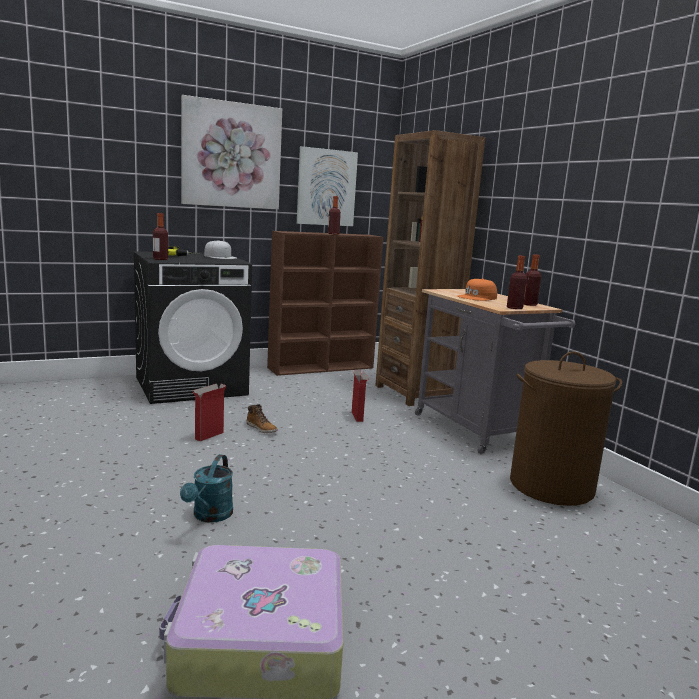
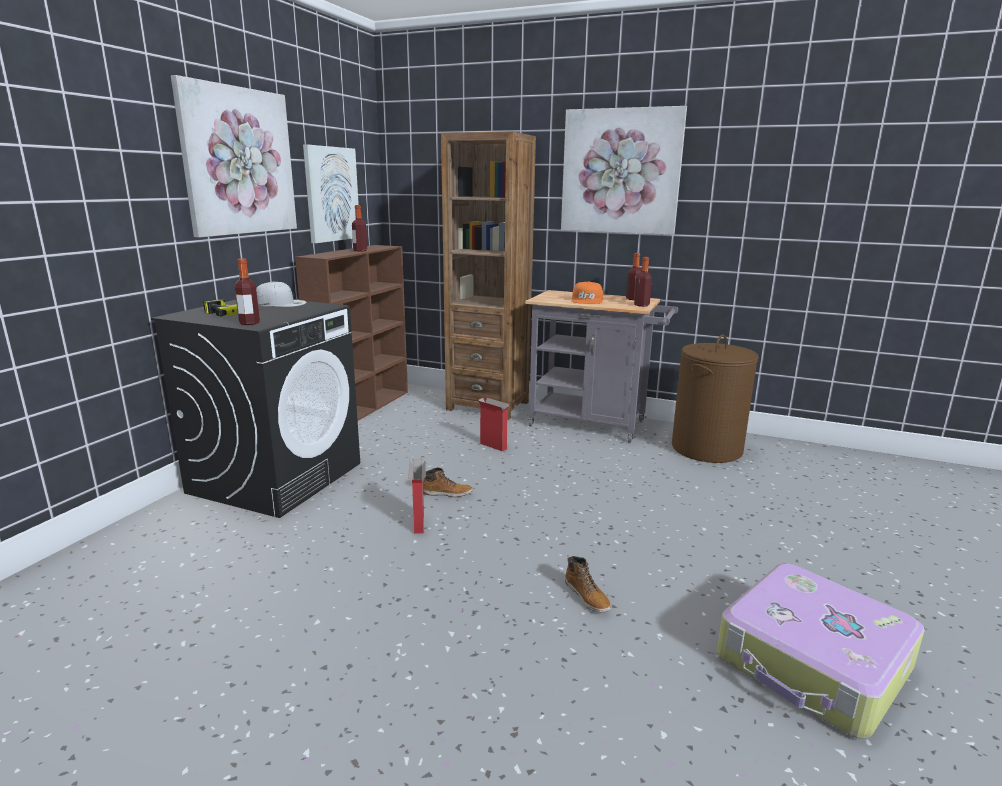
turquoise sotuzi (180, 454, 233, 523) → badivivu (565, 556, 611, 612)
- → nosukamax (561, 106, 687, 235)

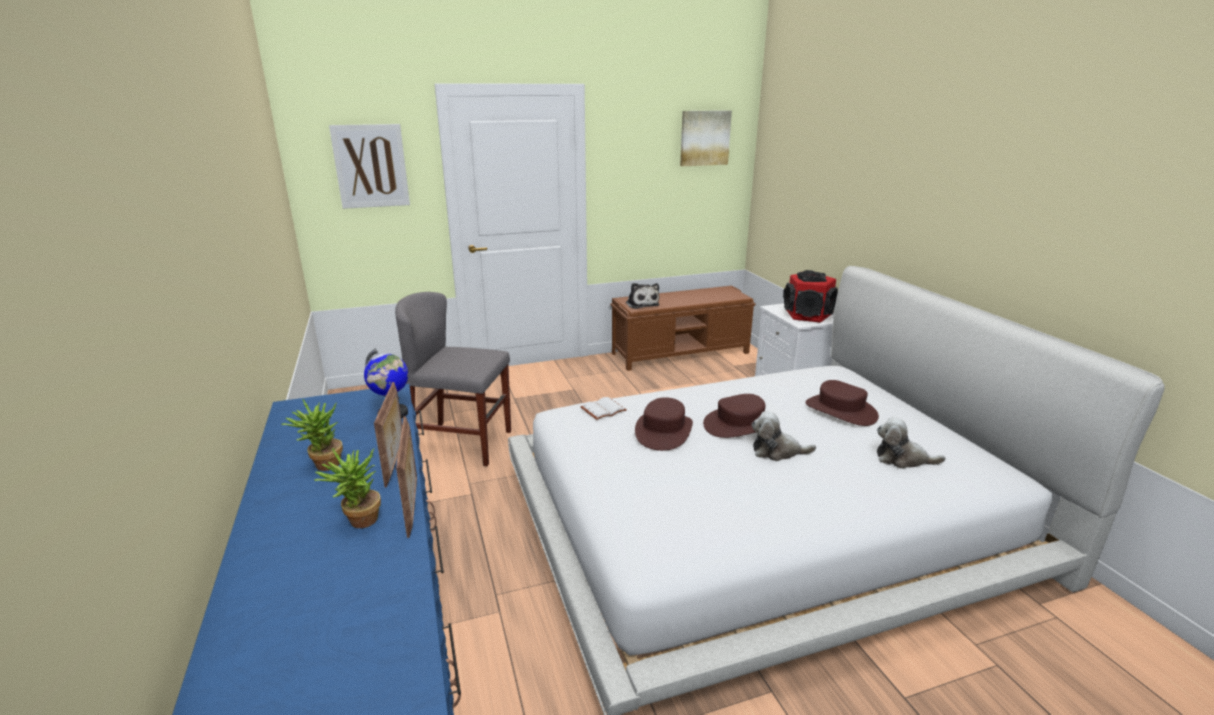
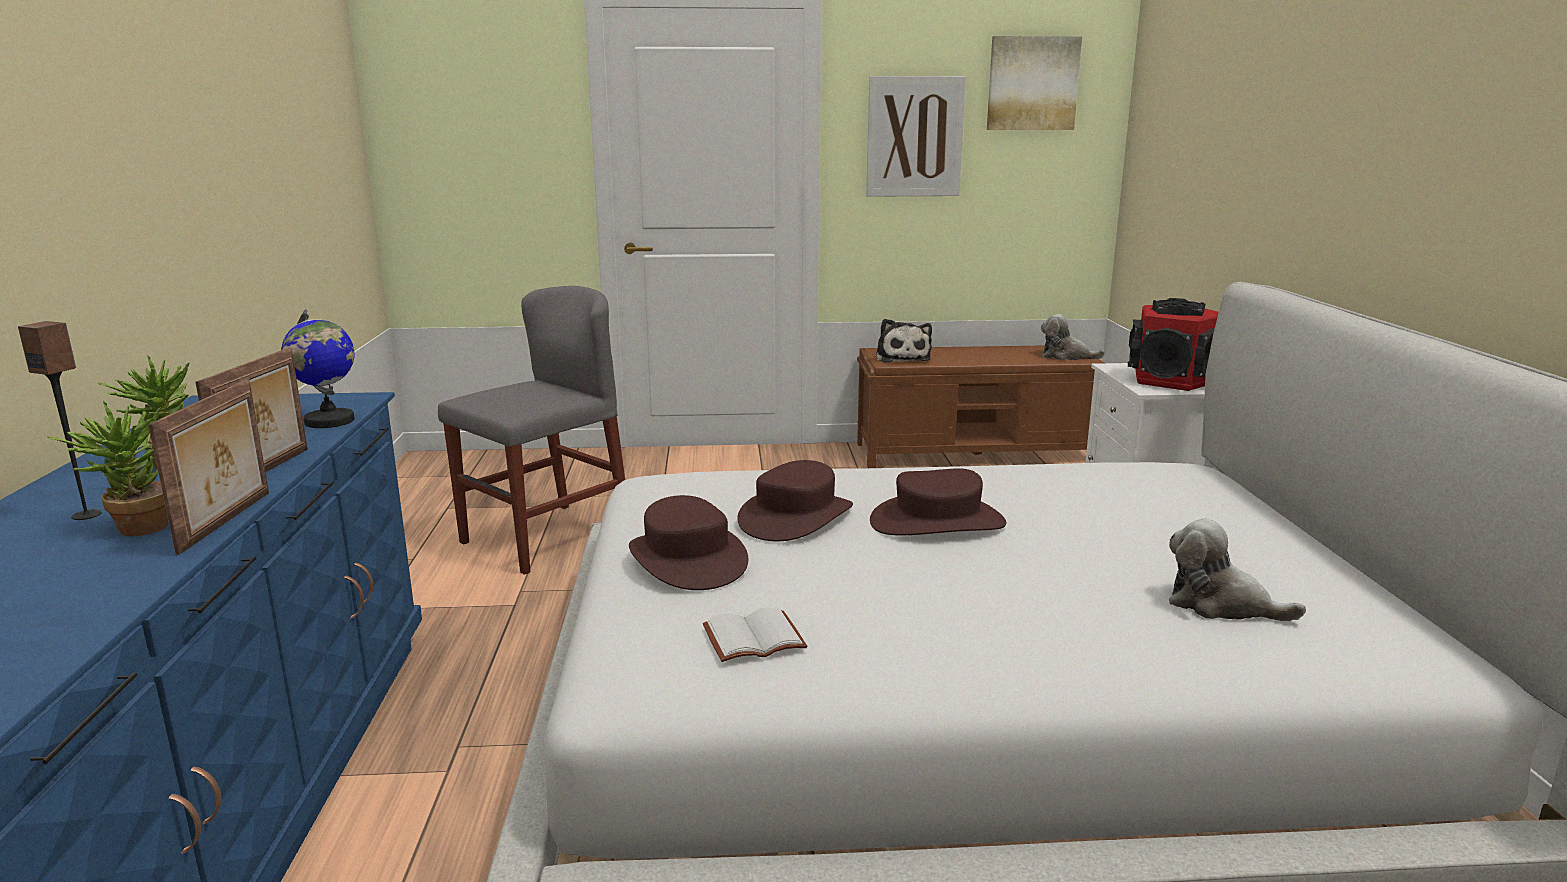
nosukamax (329, 124, 410, 209) → nosukamax (866, 76, 966, 197), move
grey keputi (395, 292, 511, 466) → grey keputi (438, 286, 625, 575), 105 degrees clockwise
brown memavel (805, 380, 879, 426) → brown memavel (629, 495, 748, 590), move
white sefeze (581, 397, 627, 420) → white sefeze (703, 607, 808, 662), move
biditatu (752, 411, 816, 461) → biditatu (1041, 314, 1105, 360), move
- → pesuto (18, 321, 102, 520)

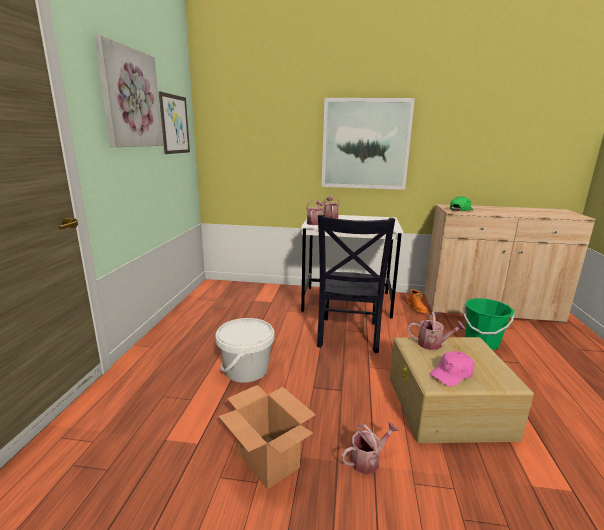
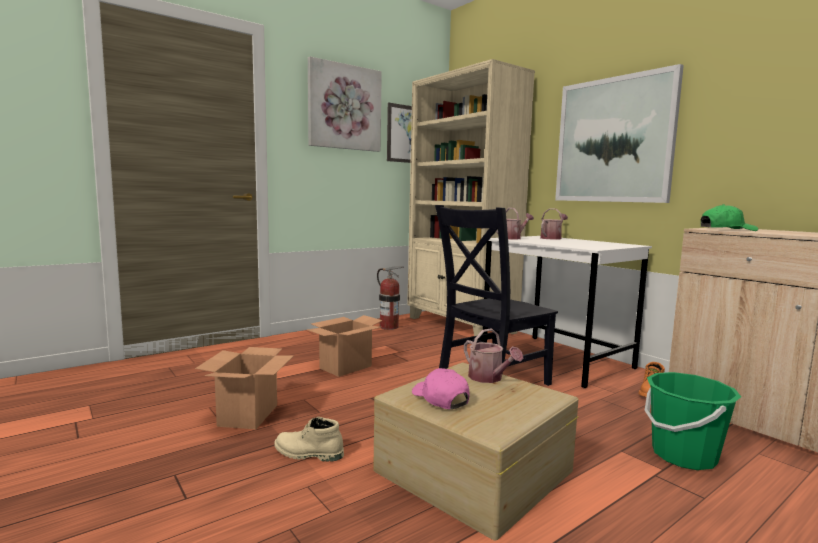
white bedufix (215, 318, 274, 383) → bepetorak (307, 315, 382, 377)
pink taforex (430, 351, 474, 387) → pink taforex (412, 368, 469, 409), 45 degrees clockwise
sotuzi (342, 422, 399, 474) → beige badivivu (274, 417, 344, 462)
- → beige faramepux (407, 59, 535, 336)
- → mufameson (377, 267, 404, 330)

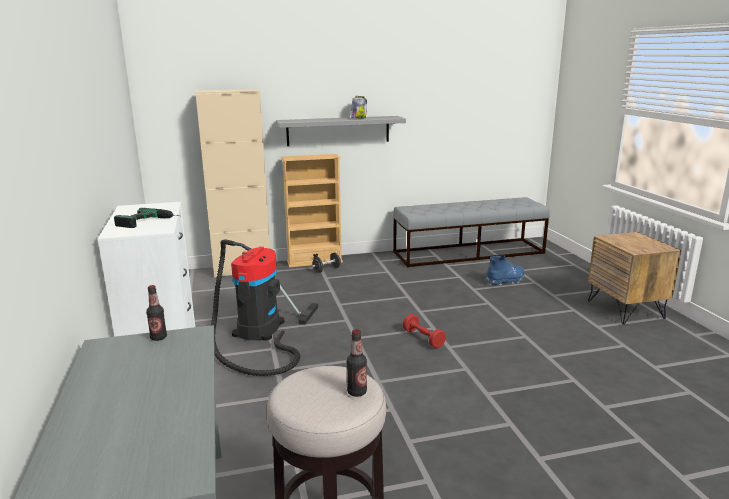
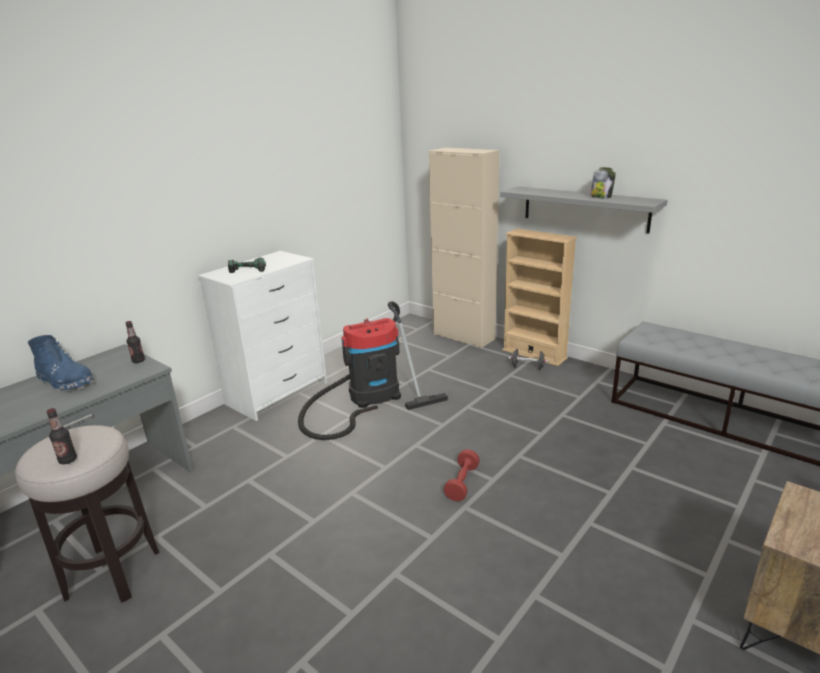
blue badivivu (486, 255, 525, 285) → blue badivivu (28, 335, 94, 392), move

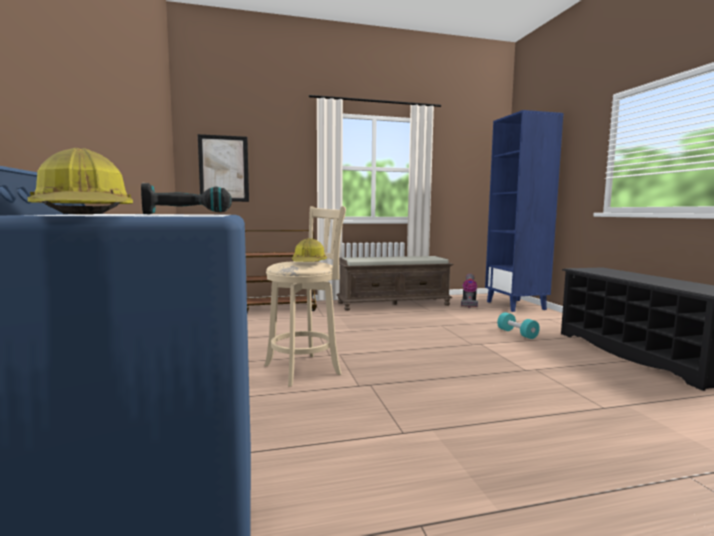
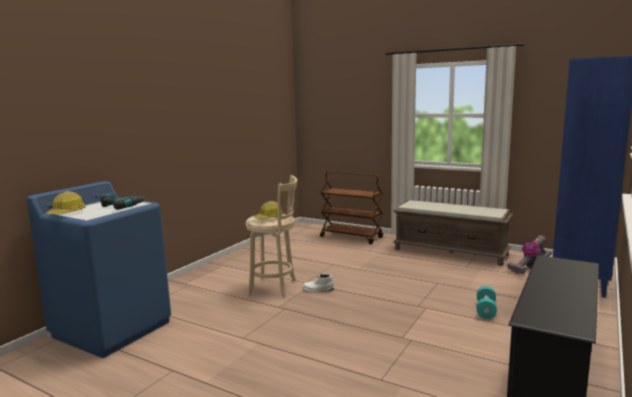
nosukamax (198, 134, 249, 202) → -
- → white badivivu (302, 274, 334, 292)

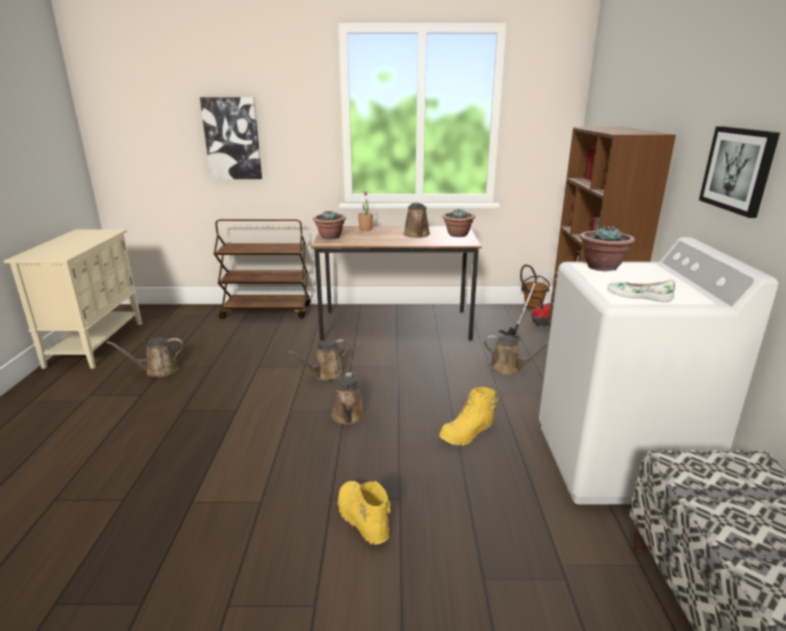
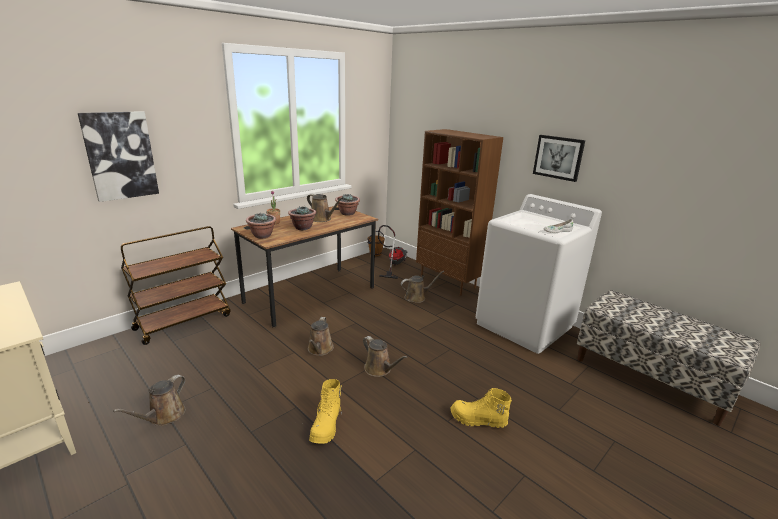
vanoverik (580, 225, 635, 271) → vanoverik (288, 206, 316, 230), move
yellow badivivu (439, 387, 498, 446) → yellow badivivu (309, 379, 342, 444), move

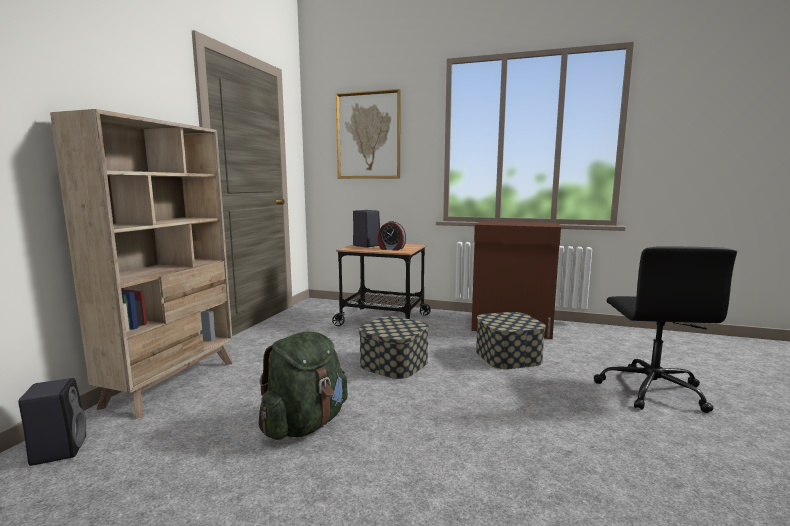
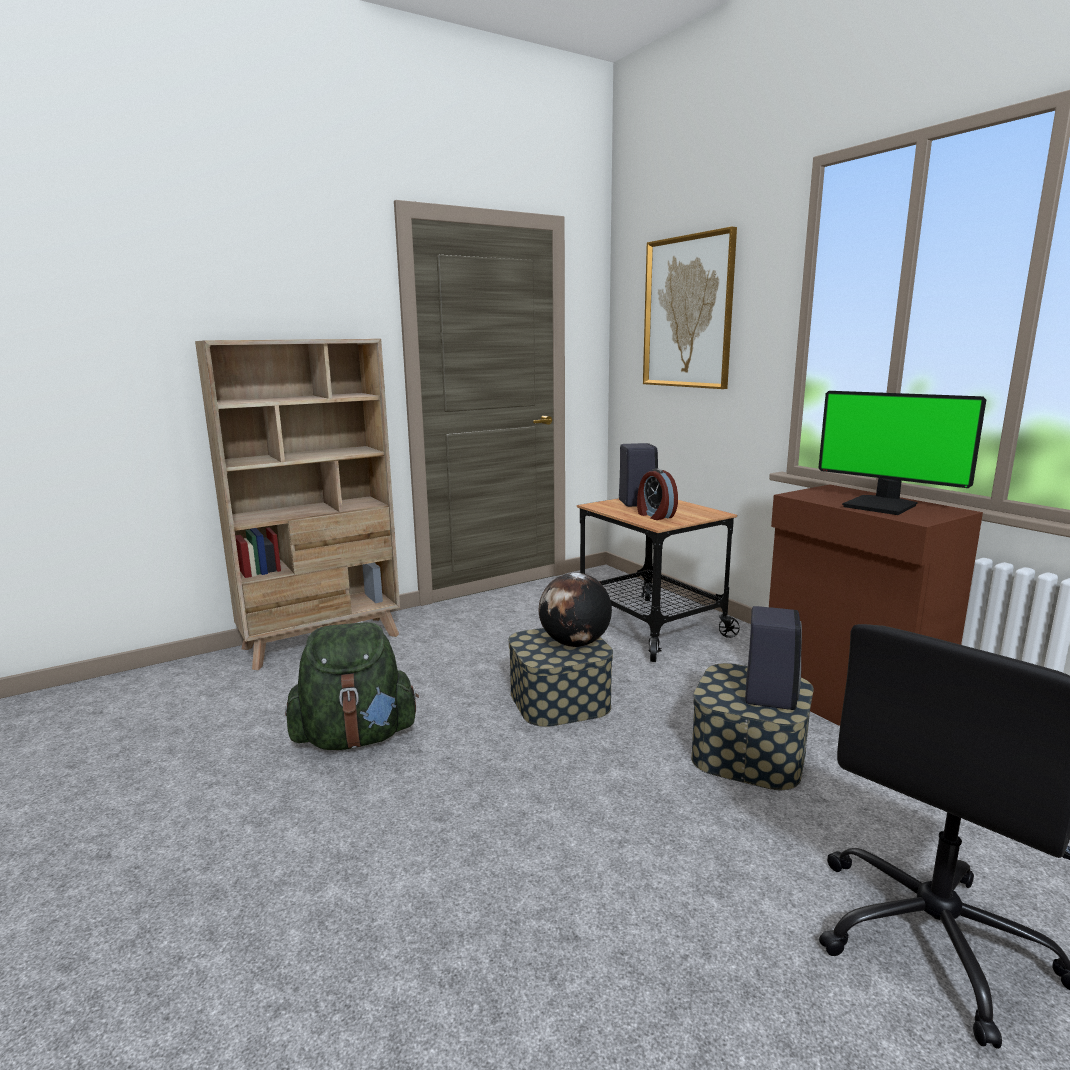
black pesuto (18, 378, 86, 466) → black pesuto (745, 606, 802, 710), move
- → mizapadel (818, 391, 986, 515)
- → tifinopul (539, 573, 612, 647)

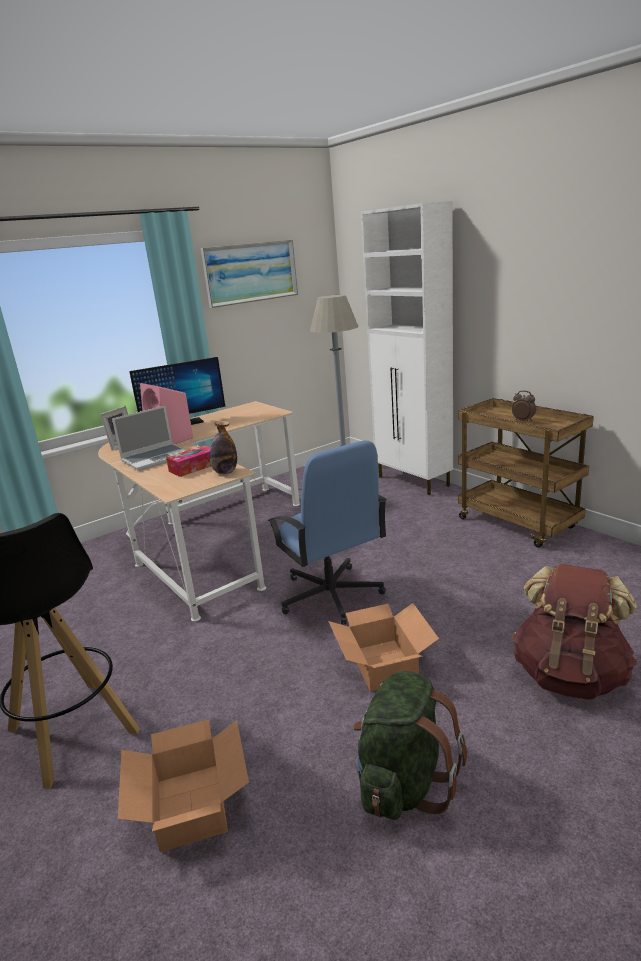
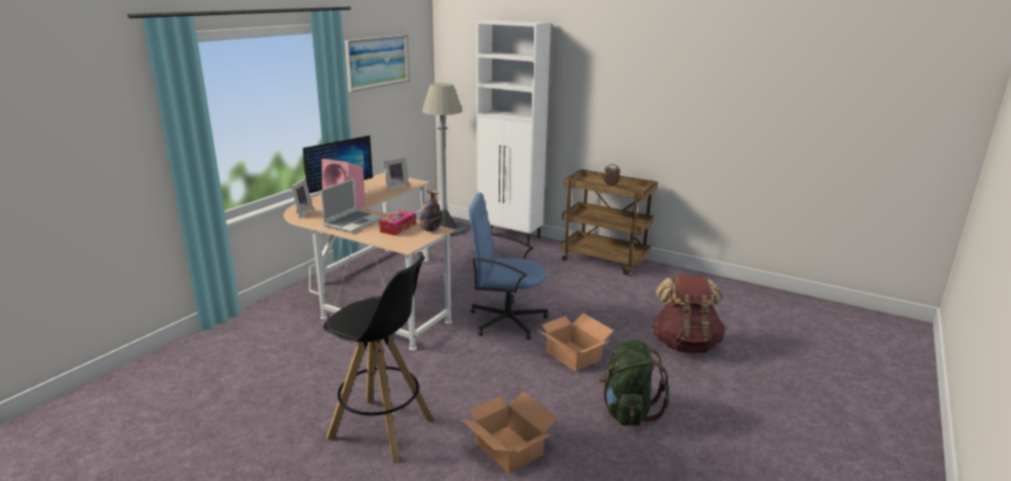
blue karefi (267, 440, 387, 625) → blue karefi (469, 193, 548, 340), 150 degrees clockwise
- → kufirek (384, 158, 409, 190)

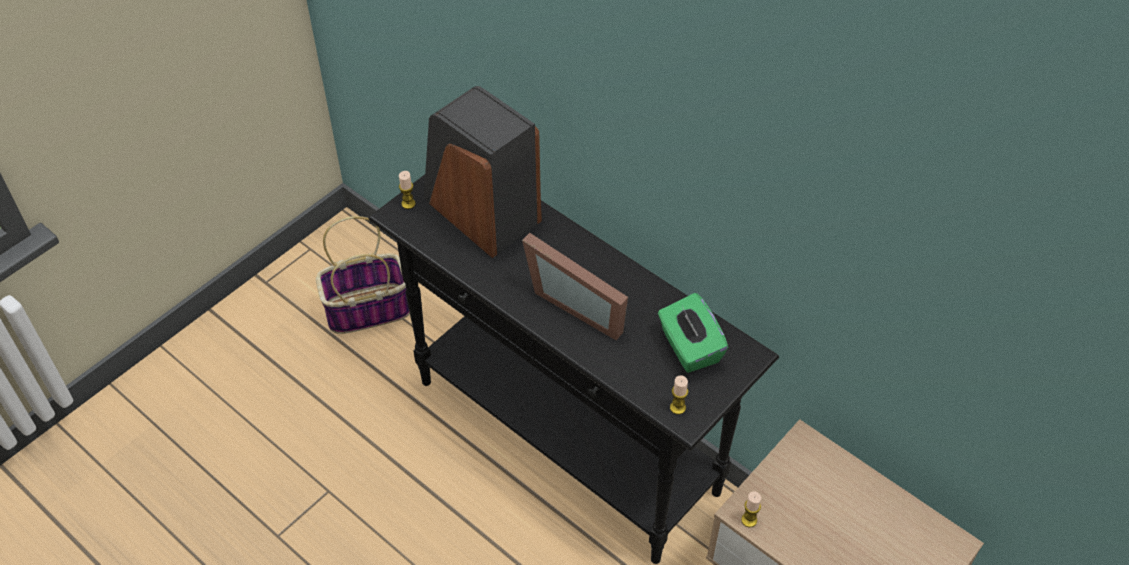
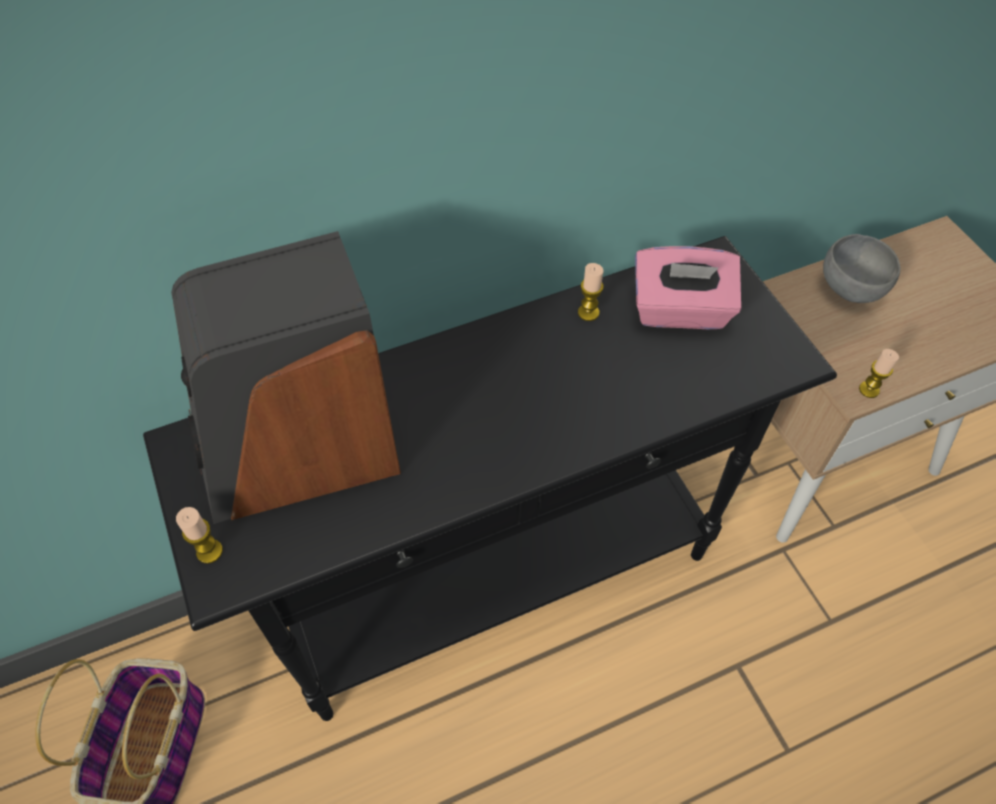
kufirek (522, 233, 628, 340) → -
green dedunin (658, 293, 728, 373) → pink dedunin (635, 246, 741, 329)
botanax (670, 375, 688, 415) → botanax (578, 263, 604, 321), move
- → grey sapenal (823, 234, 900, 303)

